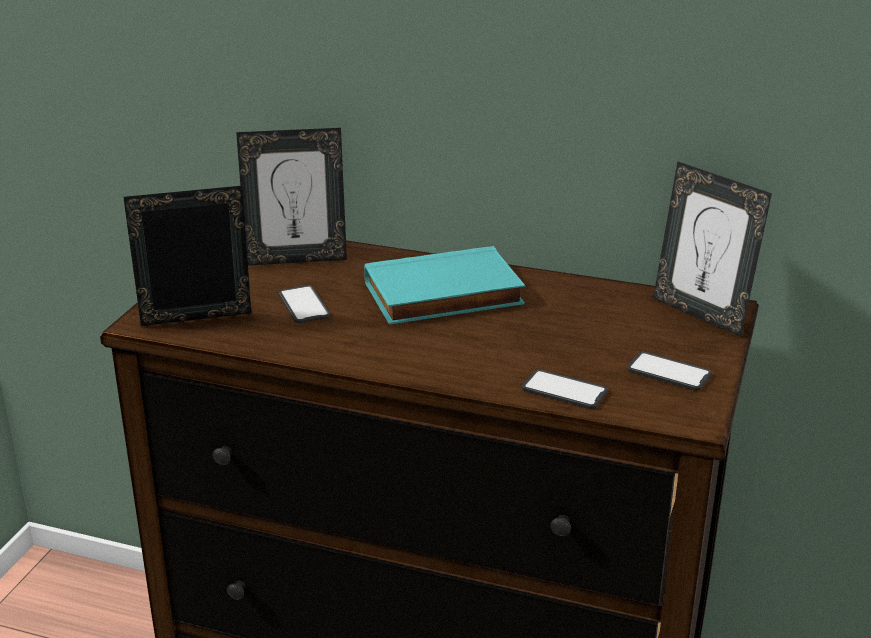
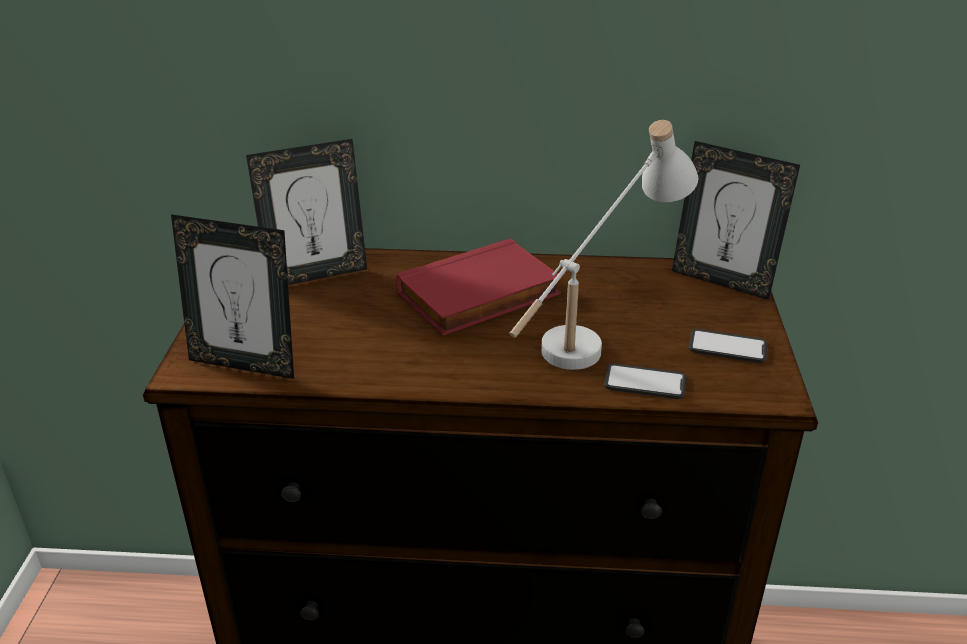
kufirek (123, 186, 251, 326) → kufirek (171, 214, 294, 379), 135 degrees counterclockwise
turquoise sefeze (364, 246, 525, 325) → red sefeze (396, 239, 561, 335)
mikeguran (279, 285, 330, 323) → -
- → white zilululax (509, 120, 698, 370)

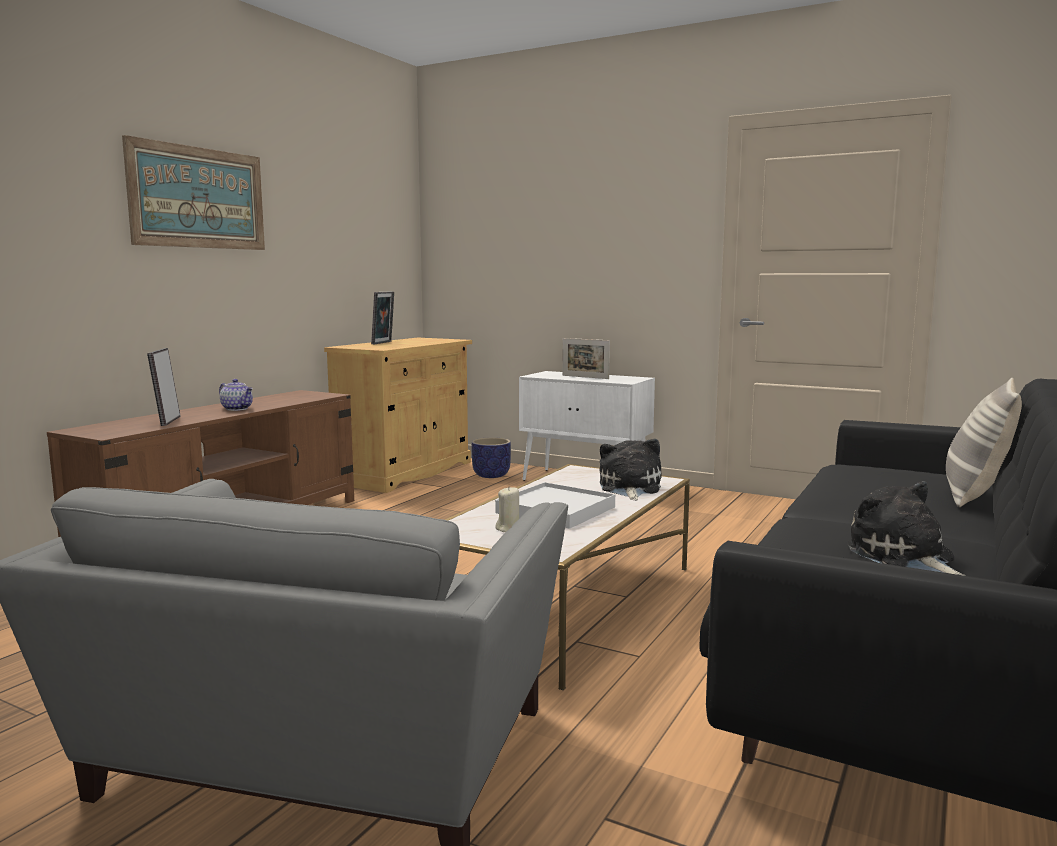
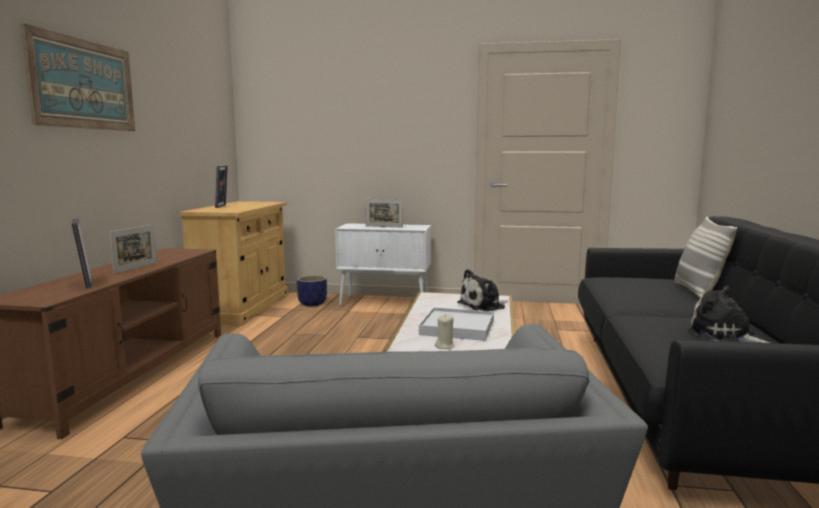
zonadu (219, 379, 253, 411) → kufirek (110, 225, 157, 274)
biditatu (599, 439, 661, 500) → biditatu (457, 269, 508, 311), 105 degrees counterclockwise

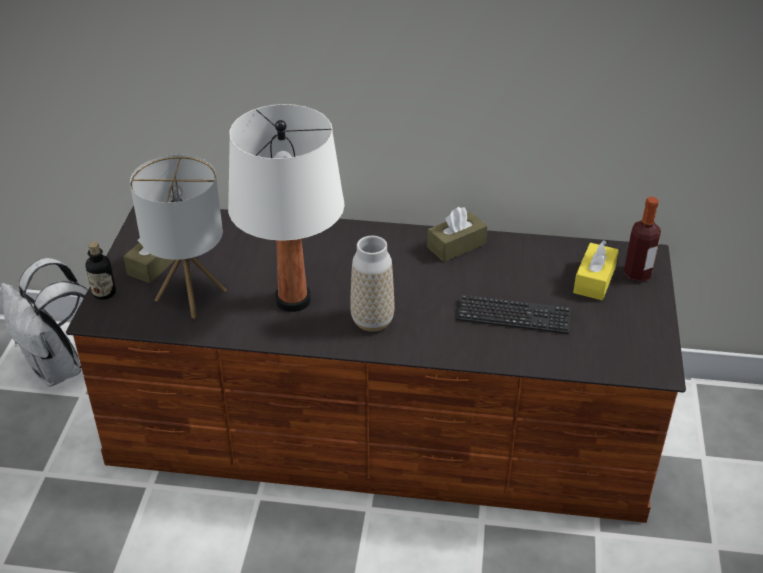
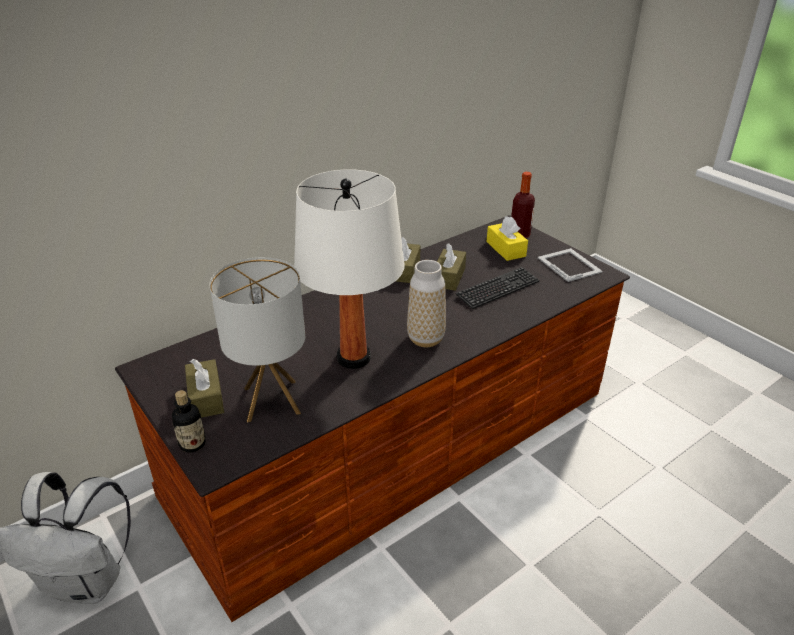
- → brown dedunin (437, 243, 466, 291)
- → kufirek (538, 248, 603, 282)

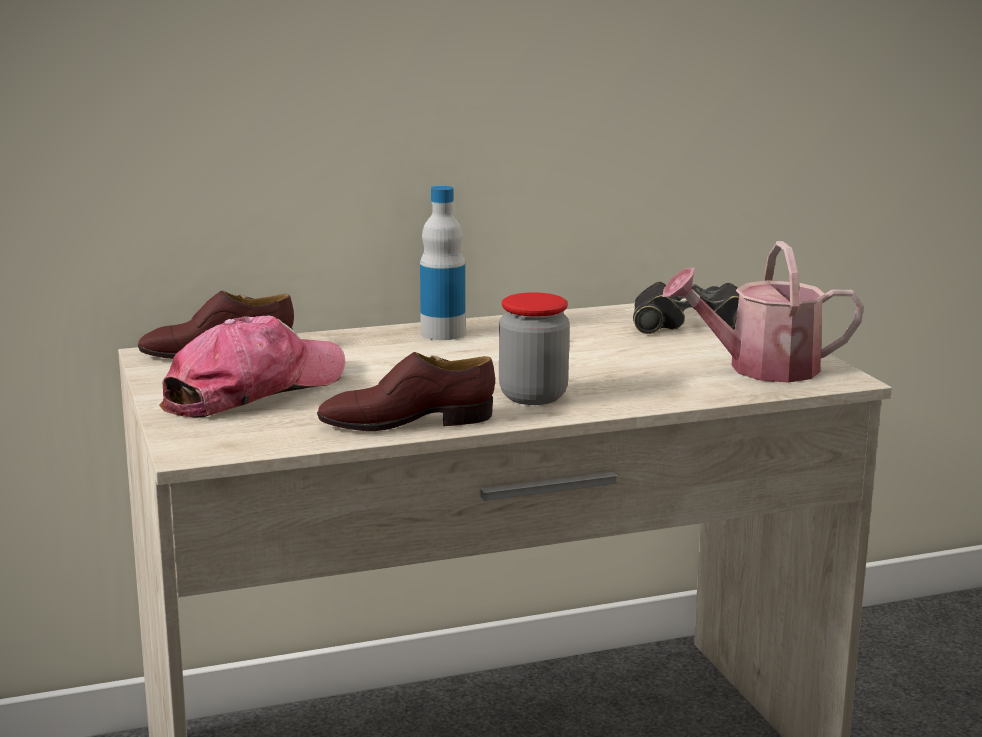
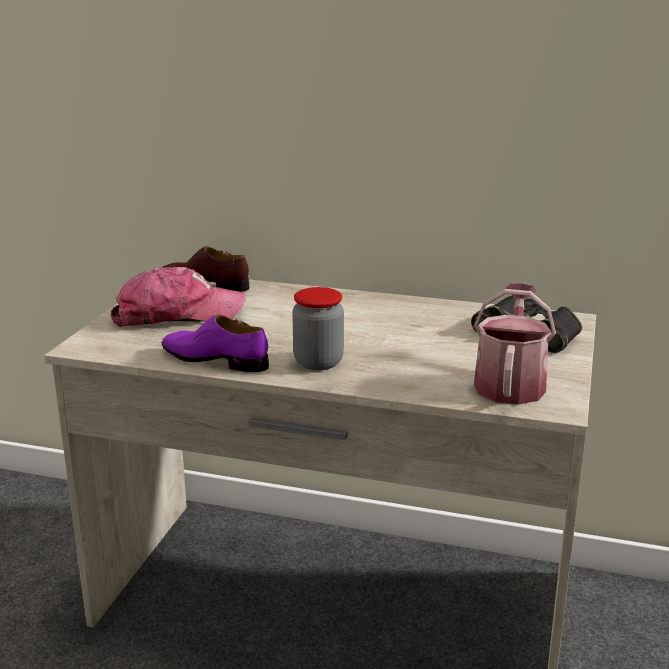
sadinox (420, 186, 465, 340) → -
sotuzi (662, 241, 864, 383) → sotuzi (474, 283, 556, 405), 75 degrees clockwise
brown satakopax (317, 352, 495, 431) → purple satakopax (162, 314, 269, 372)

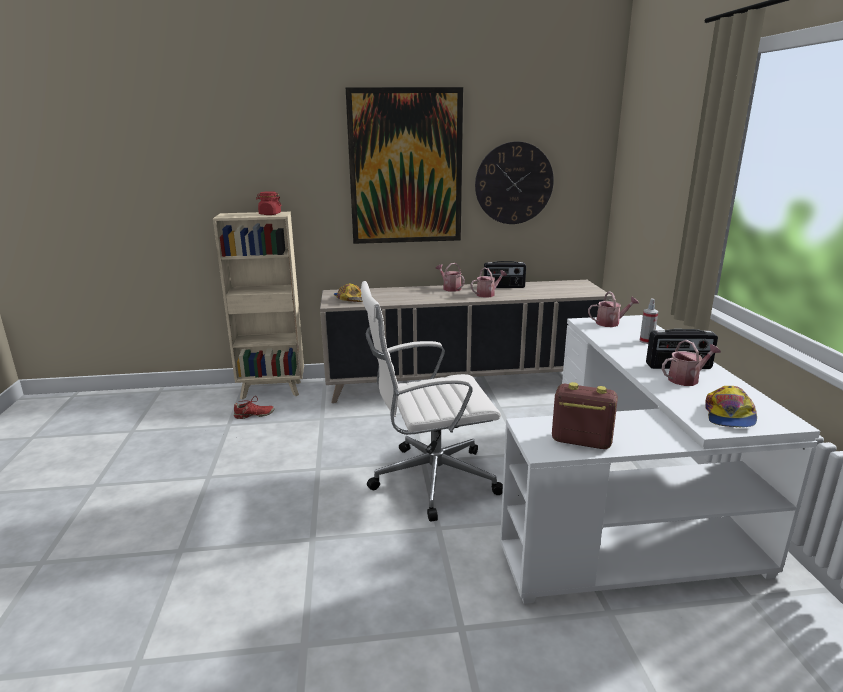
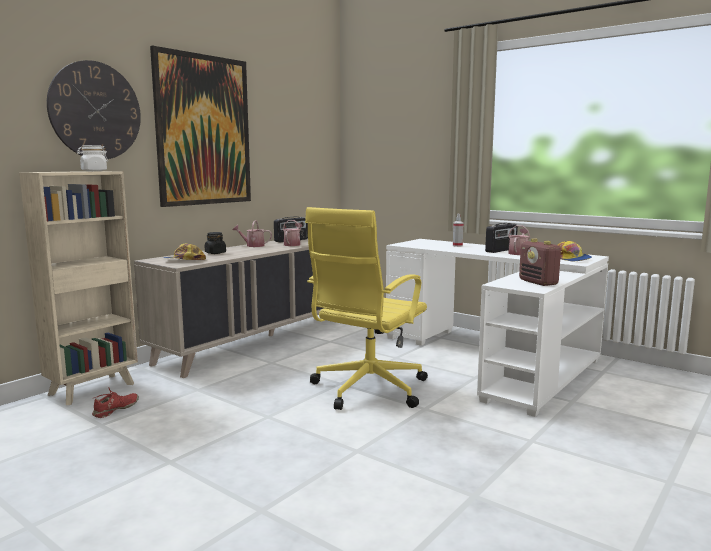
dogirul (475, 142, 554, 224) → dogirul (47, 60, 141, 159), move
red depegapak (256, 191, 281, 215) → white depegapak (77, 145, 108, 171)
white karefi (361, 281, 503, 521) → yellow karefi (305, 207, 428, 410)
sotuzi (588, 291, 639, 327) → -
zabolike (552, 382, 618, 449) → zabolike (519, 238, 562, 286), 90 degrees counterclockwise
- → black depegapak (205, 232, 226, 254)

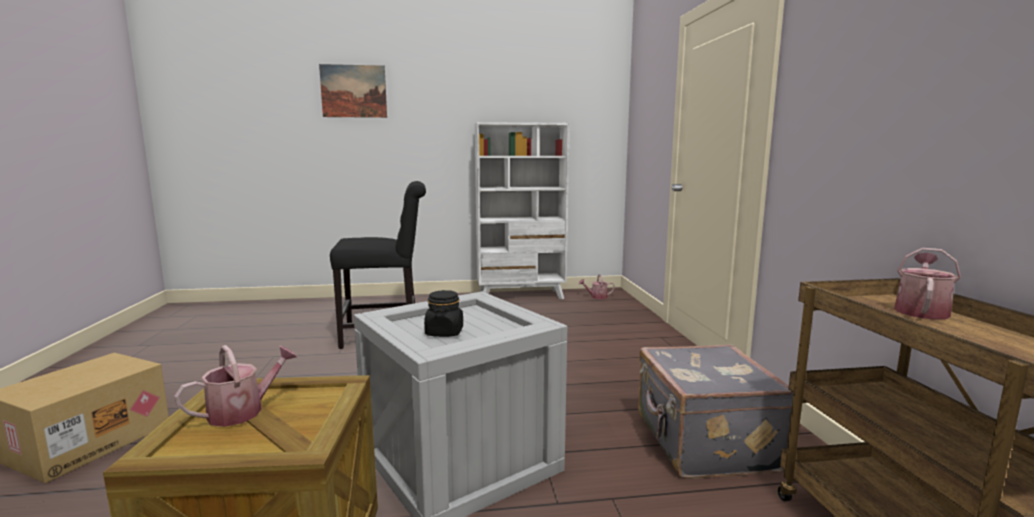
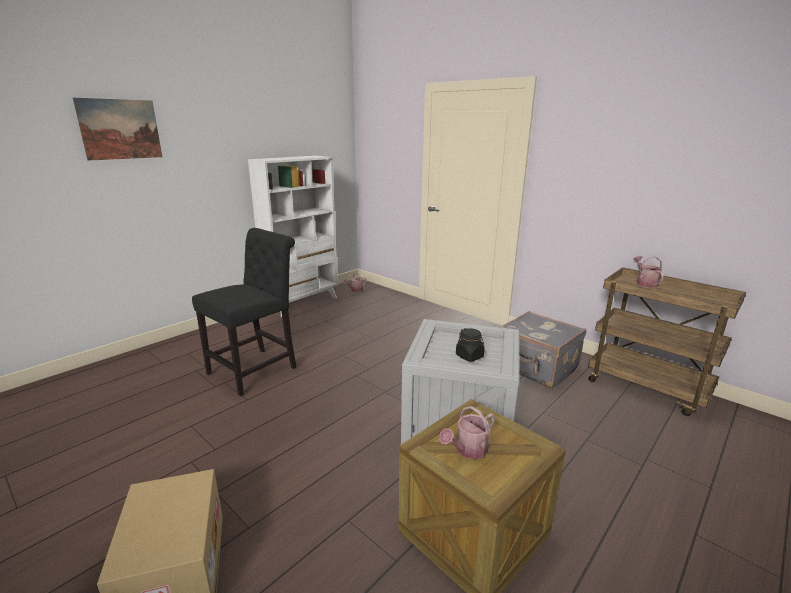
sotuzi (174, 345, 297, 427) → sotuzi (439, 406, 495, 460), 135 degrees counterclockwise

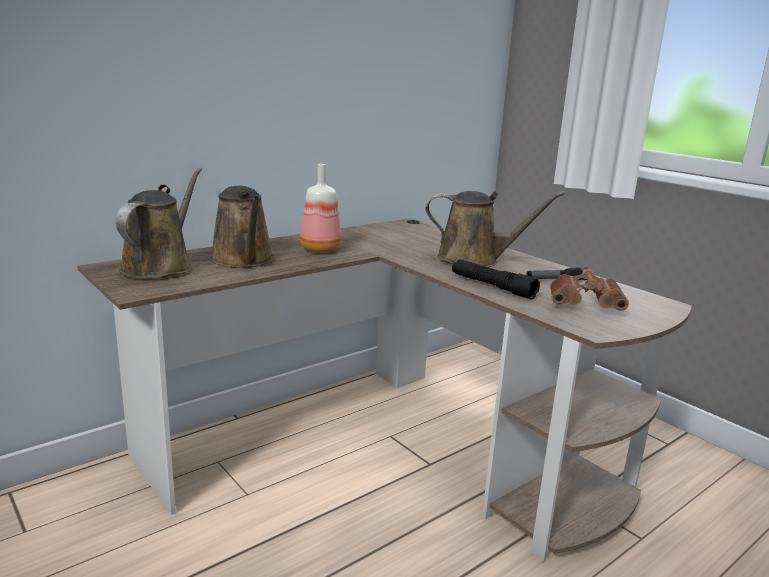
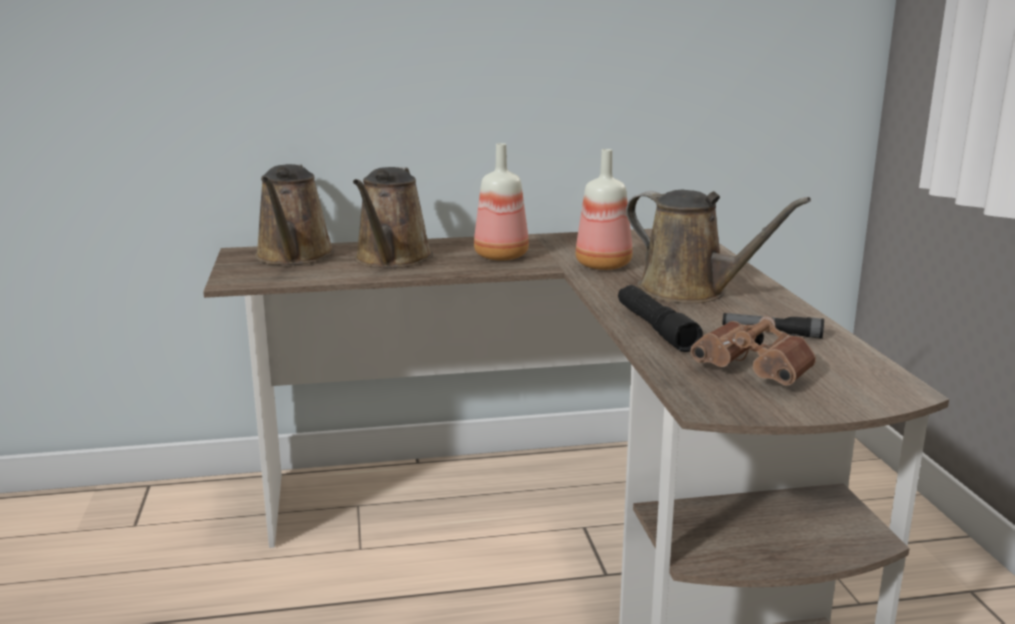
brown sotuzi (116, 168, 202, 279) → brown sotuzi (255, 164, 335, 265), 135 degrees clockwise
- → sadinox (576, 149, 633, 270)

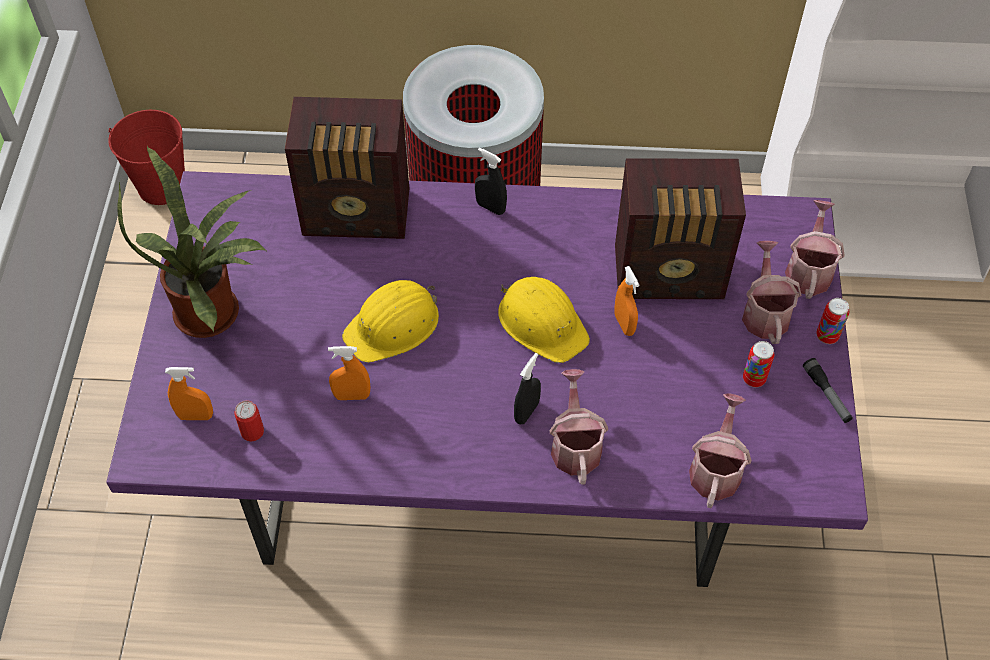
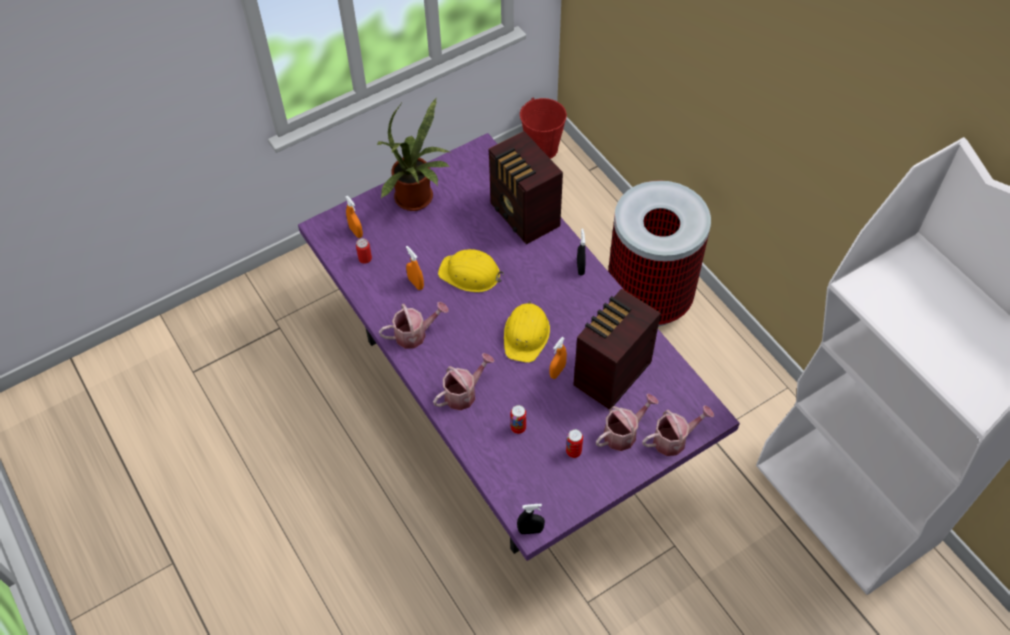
zabolike (615, 159, 746, 299) → zabolike (573, 289, 661, 410), 75 degrees clockwise
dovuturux (816, 298, 849, 344) → dovuturux (510, 405, 526, 434), move
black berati (514, 353, 541, 424) → black berati (517, 504, 545, 534), move
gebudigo (803, 358, 852, 423) → -
sotuzi (689, 393, 751, 508) → sotuzi (379, 302, 449, 349), move

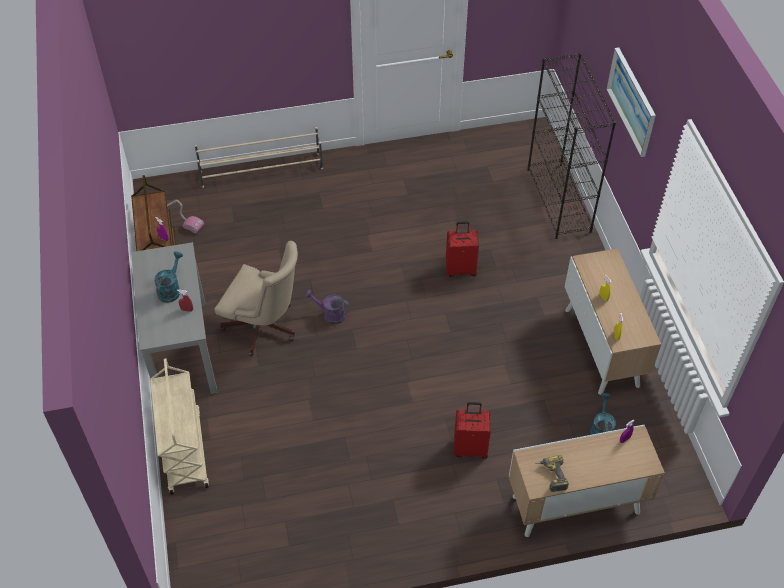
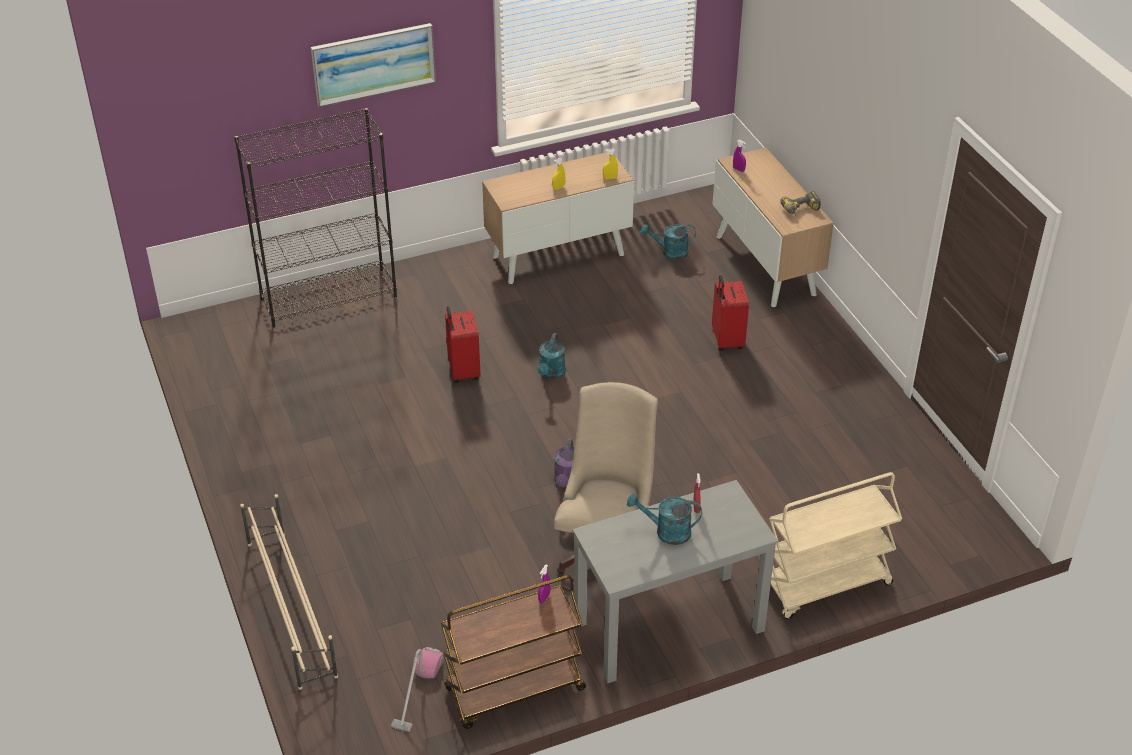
- → turquoise sotuzi (537, 333, 566, 379)

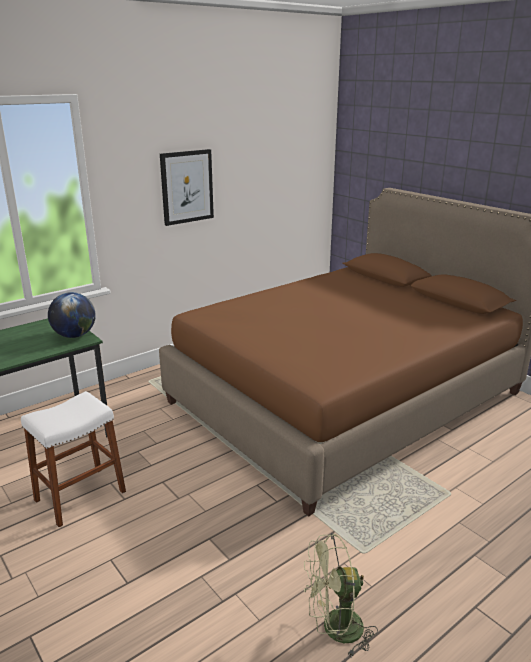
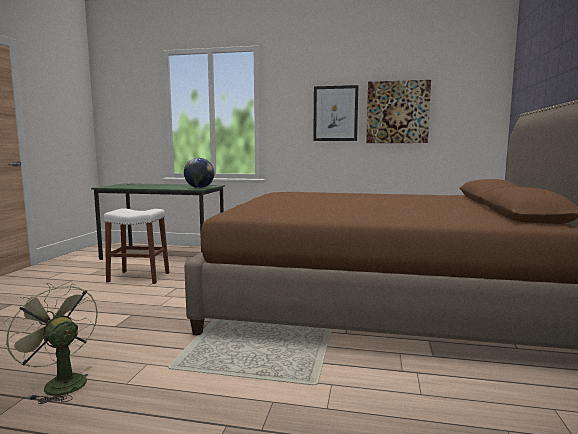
- → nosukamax (366, 80, 431, 143)

